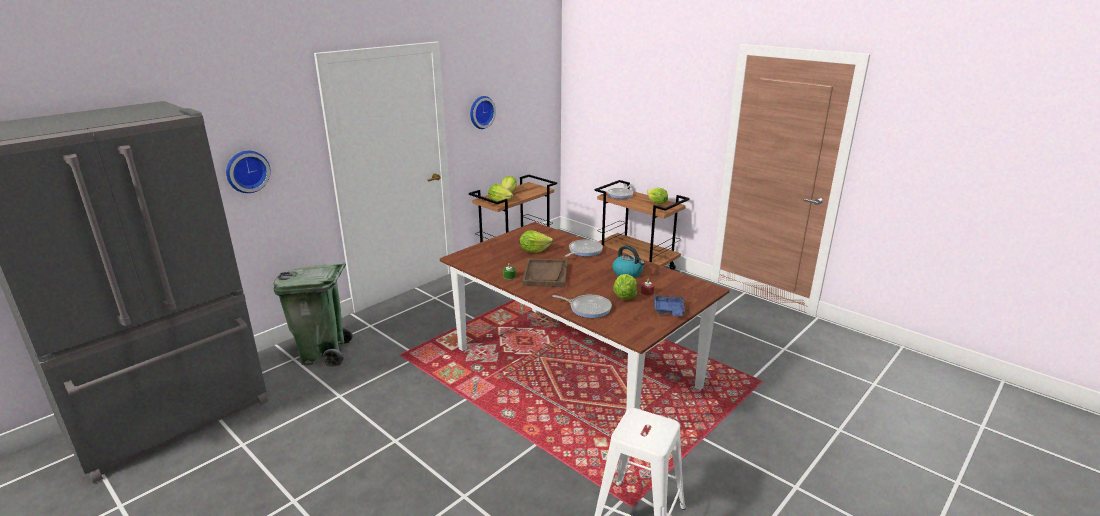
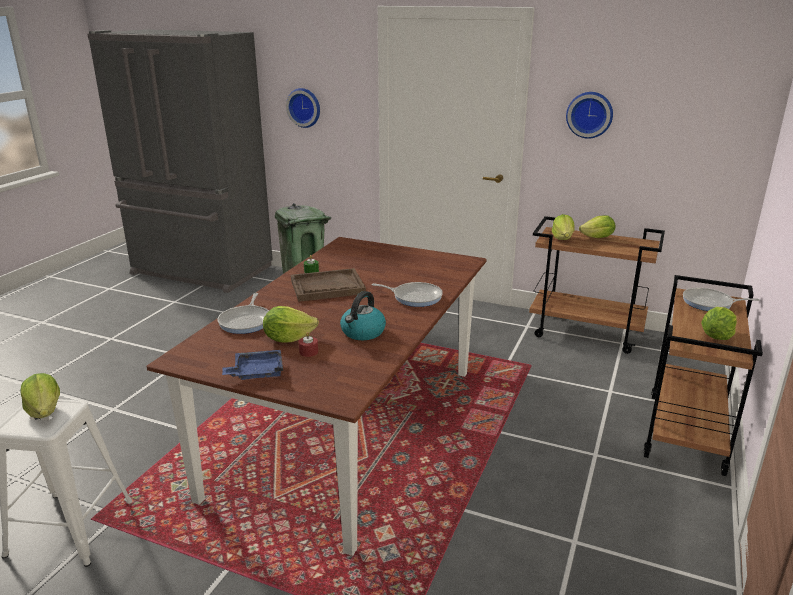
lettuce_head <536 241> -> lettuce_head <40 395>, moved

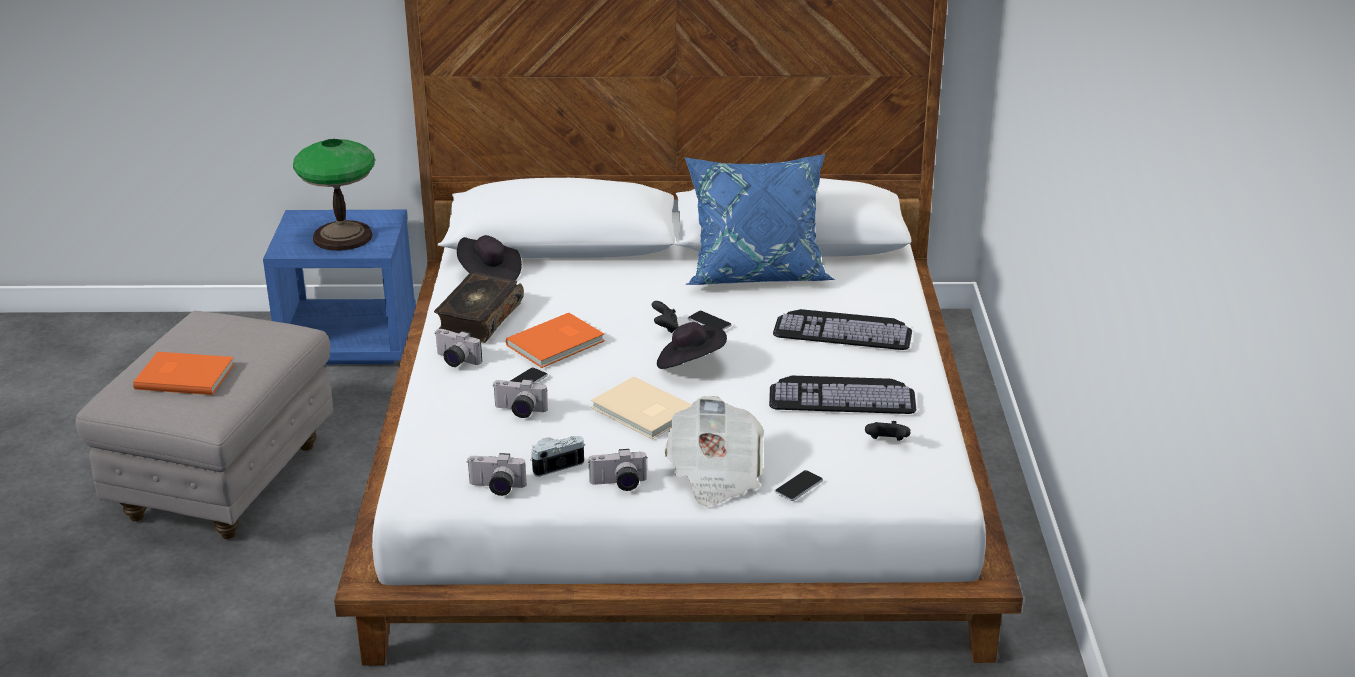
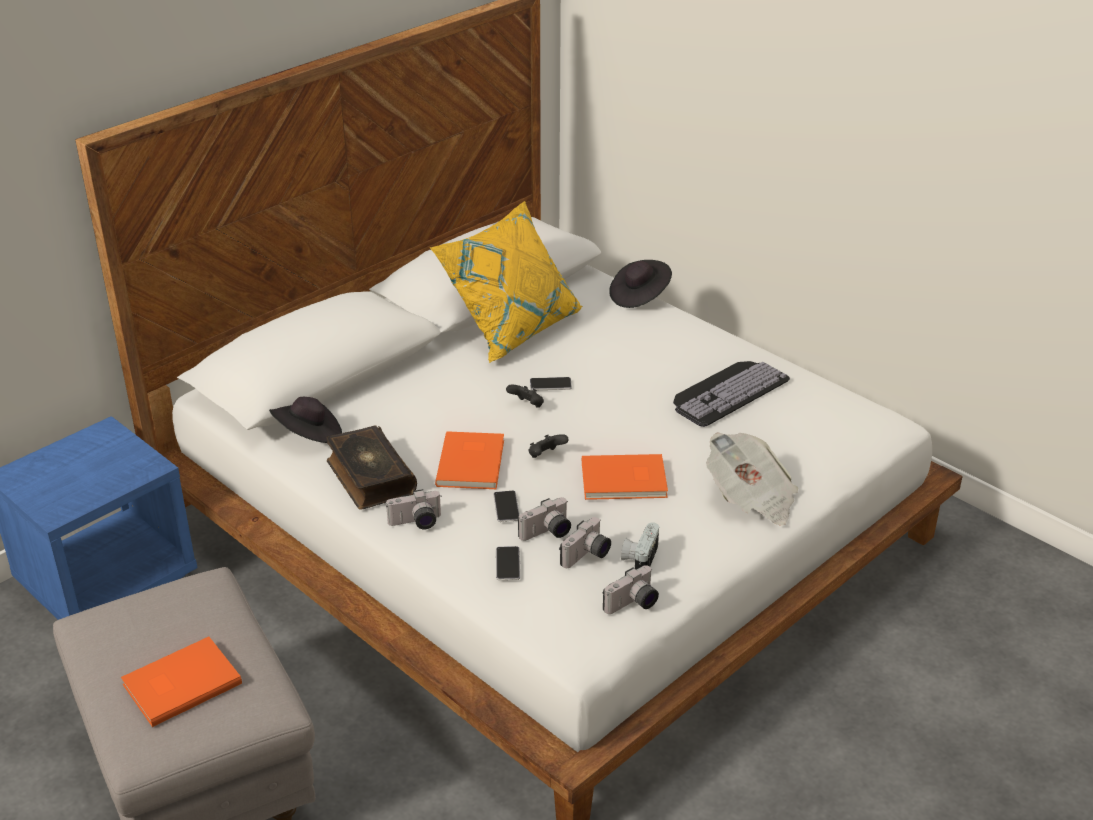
lamp_for_a_table <334 195> -> none
still_camera <618 470> -> still_camera <585 542>, moved
beige-coloured_bound_book <641 408> -> orange-coloured_bound_book <625 477>
black-coloured_hat <692 345> -> black-coloured_hat <640 284>, moved
blue_pillow <760 219> -> yellow_pillow <506 282>
keyboard <842 329> -> none
handset <799 485> -> handset <508 563>, moved
black-coloured_game_controller <888 431> -> black-coloured_game_controller <548 446>, moved

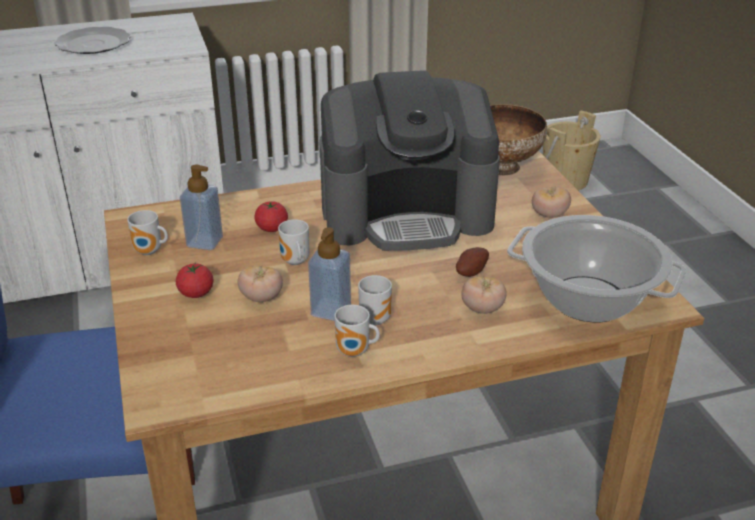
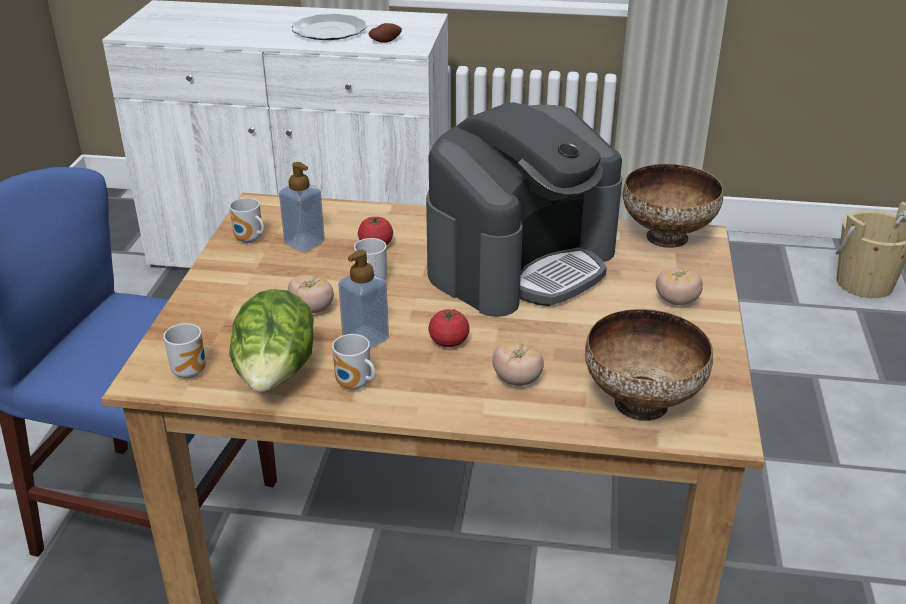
tomato <194 280> -> tomato <449 327>, moved
coffee_brewer <410 160> -> coffee_brewer <524 209>, 60 degrees counterclockwise
coffee_mug <375 300> -> coffee_mug <184 351>, moved
potato <472 262> -> potato <385 33>, moved
stockpot <596 269> -> deep_dish <649 365>
none -> lettuce_head <271 340>

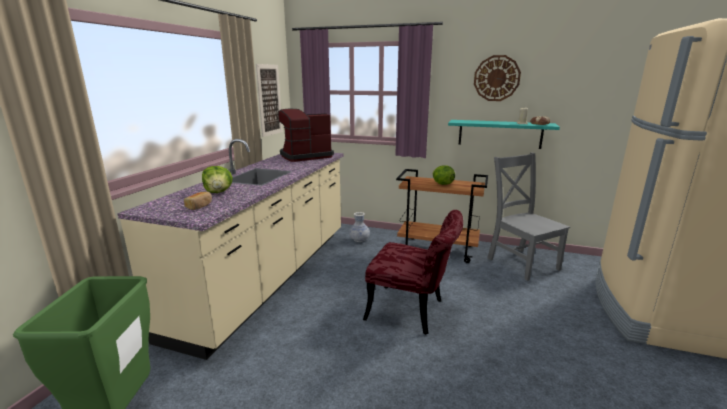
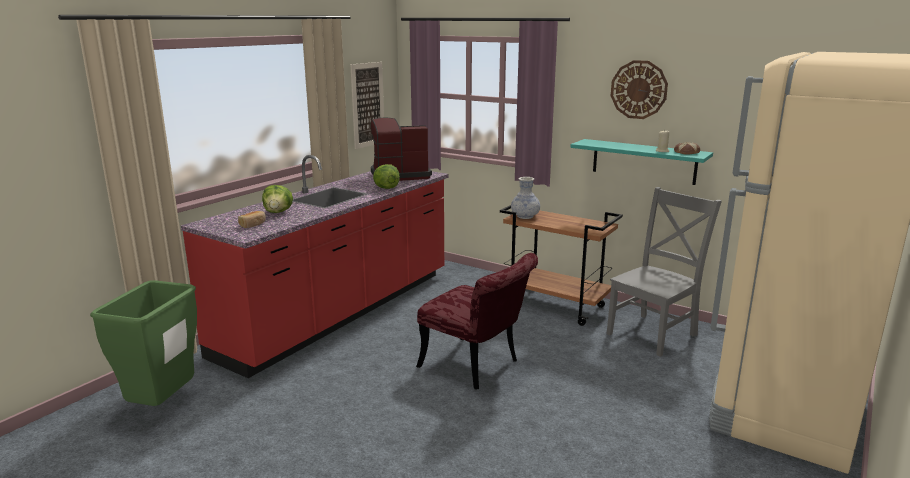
beige-coloured_kitchen_base_unit <230 249> -> reddish_kitchen_base_unit <315 266>
decorative_vase <359 227> -> decorative_vase <525 198>, moved
lettuce_head <443 175> -> lettuce_head <386 176>, moved
gray_plain_chair <528 216> -> gray_plain_chair <664 272>, 60 degrees clockwise

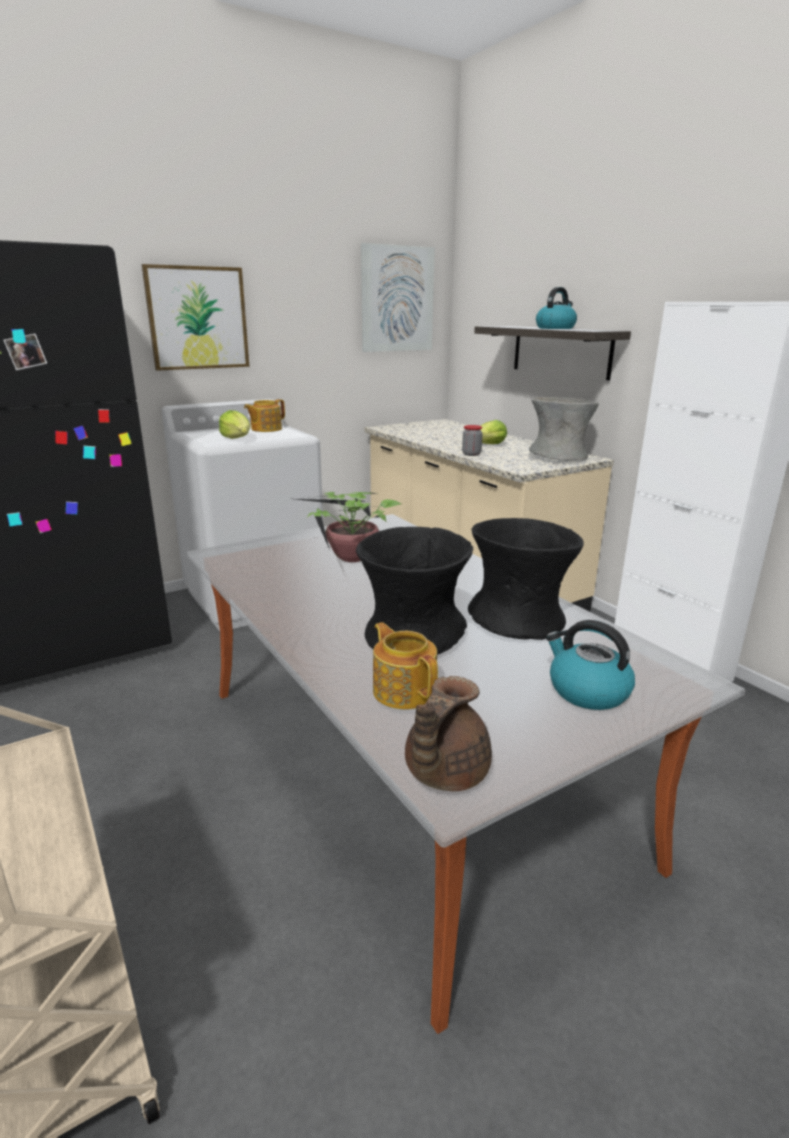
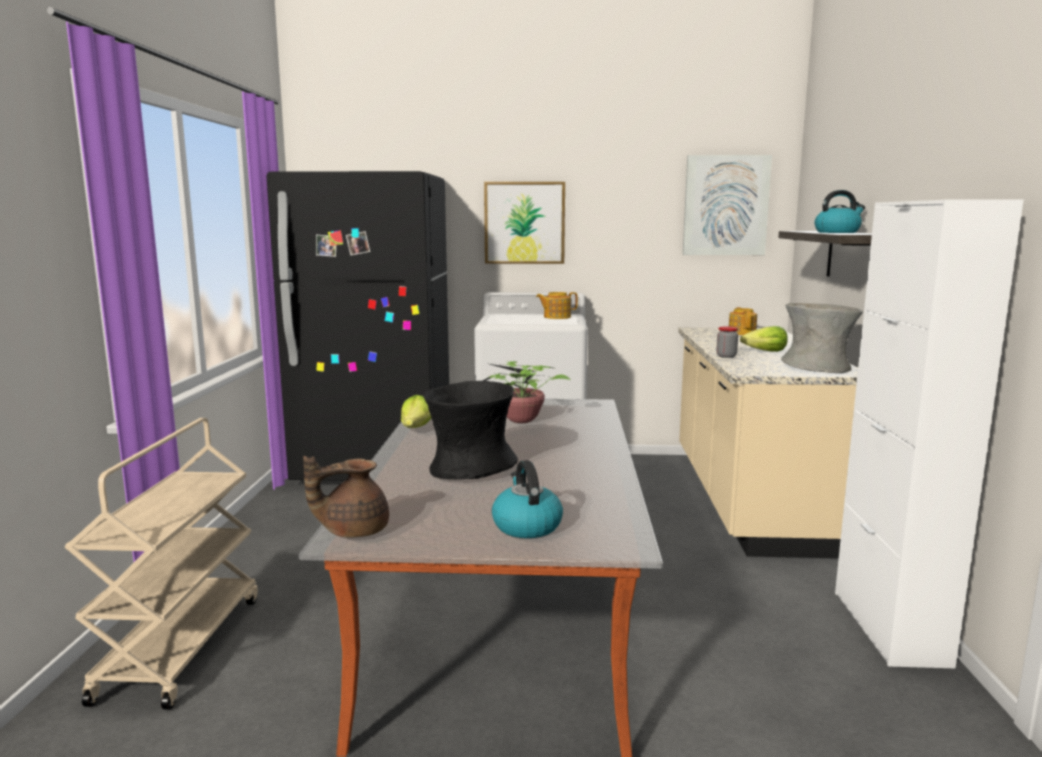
lettuce_head <234 424> -> lettuce_head <416 411>, moved
pot_for_tea <405 665> -> pot_for_tea <743 321>, moved
black-coloured_decorative_vase <526 579> -> none

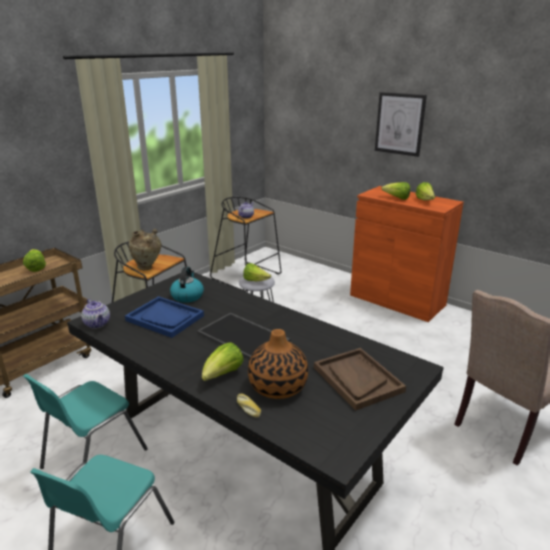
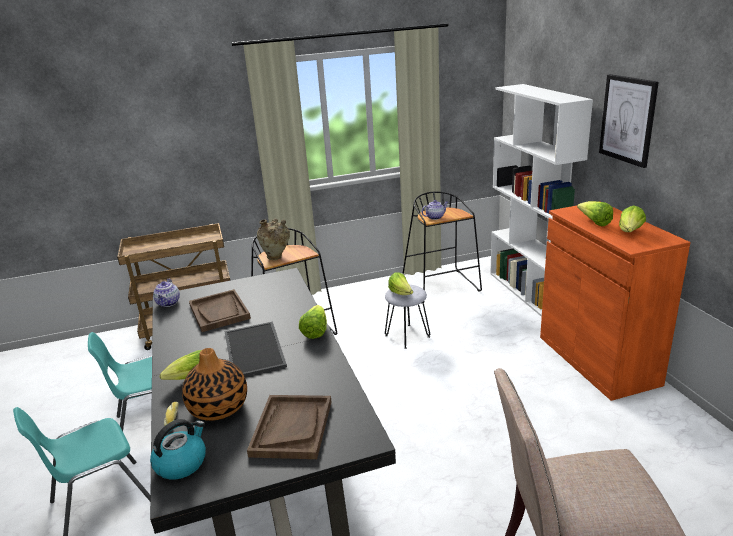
lettuce_head <34 260> -> lettuce_head <313 322>, moved
blue_serving_tray <164 317> -> brown_serving_tray <220 310>
water_kettle <187 285> -> water_kettle <178 449>, moved
none -> white_bookcase <541 200>

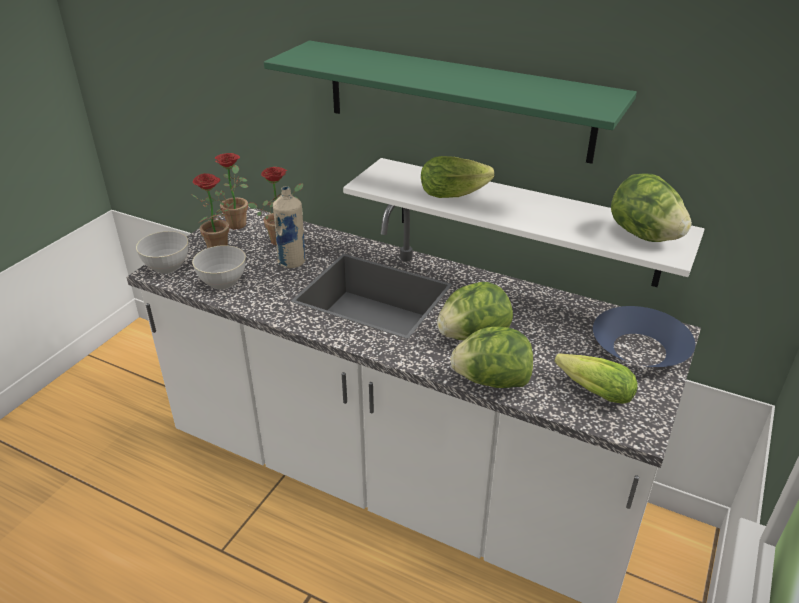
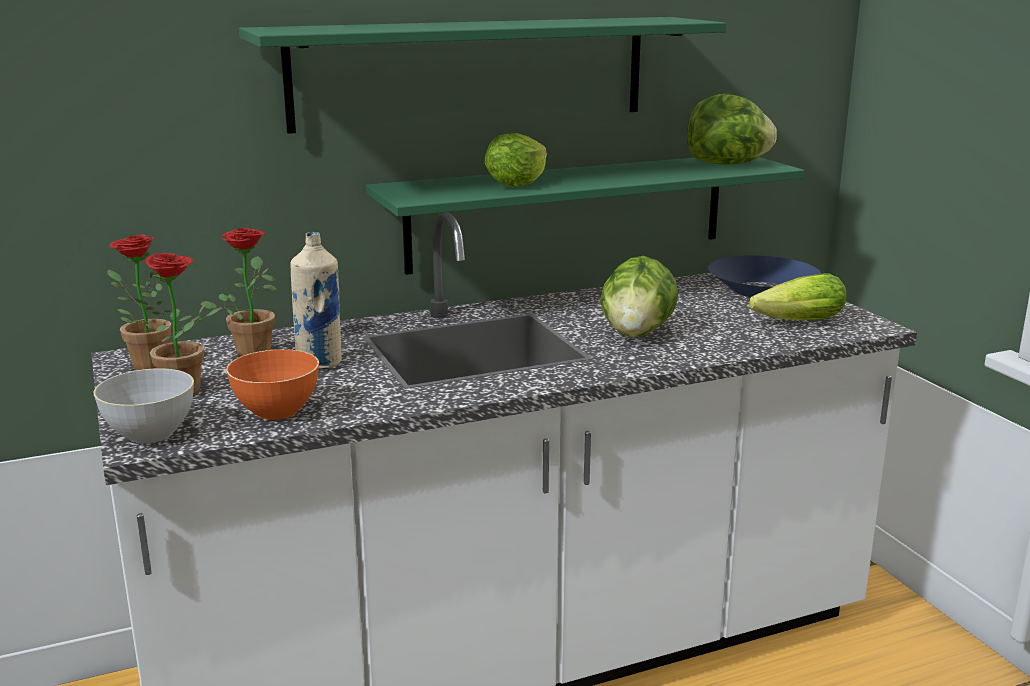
gray_deep_dish <219 267> -> orange-coloured_deep_dish <272 384>
white_shelf <524 222> -> greenish_shelf <585 216>
lettuce_head <491 357> -> none

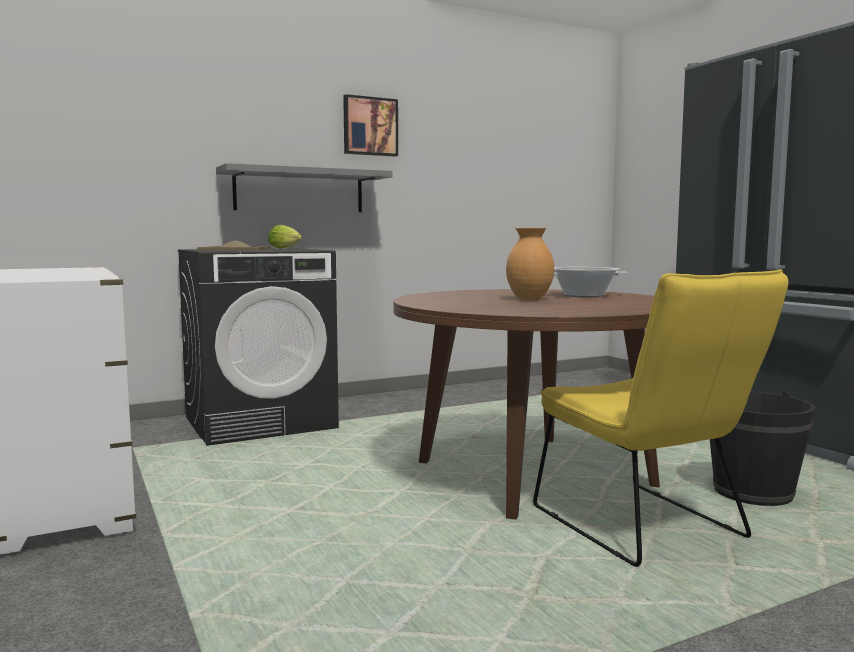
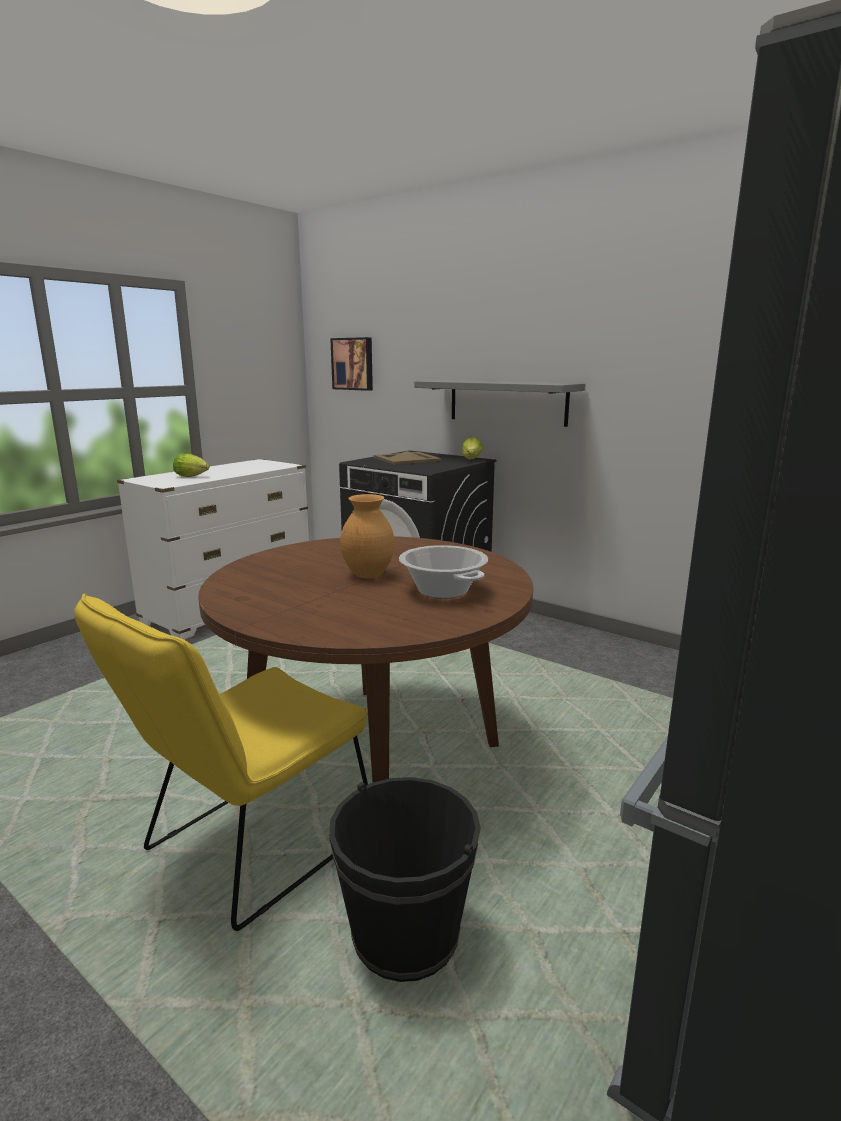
wall_art <370 125> -> wall_art <351 364>, moved
none -> lettuce_head <191 465>

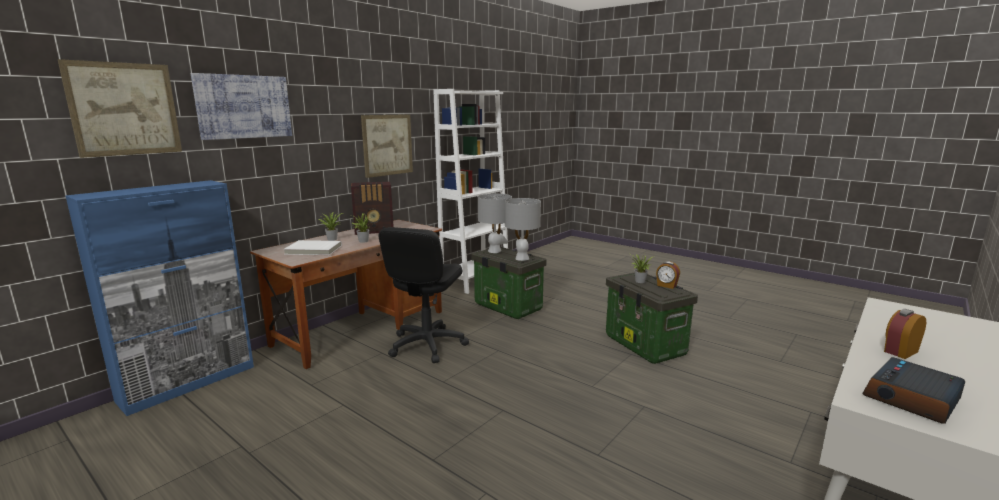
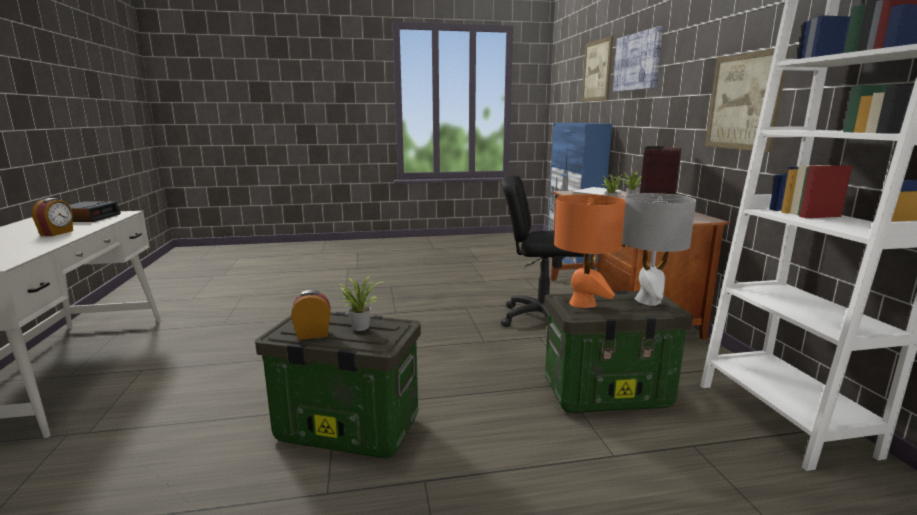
black-coloured_computer_chair <423 295> -> black-coloured_computer_chair <542 251>, 45 degrees counterclockwise
gray_lamp_for_a_table <523 229> -> orange-coloured_lamp_for_a_table <590 251>

